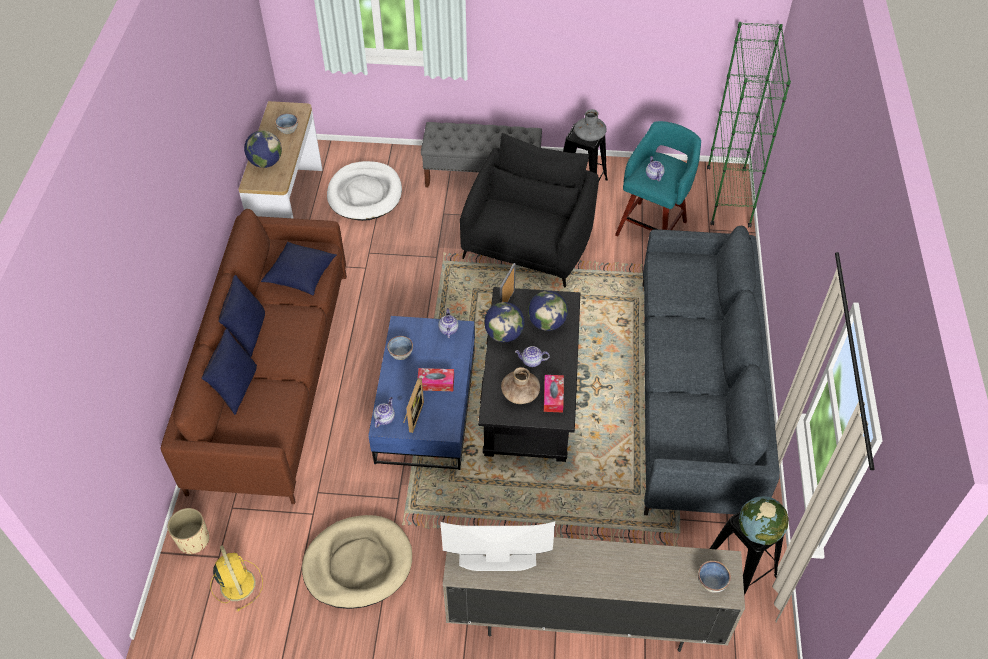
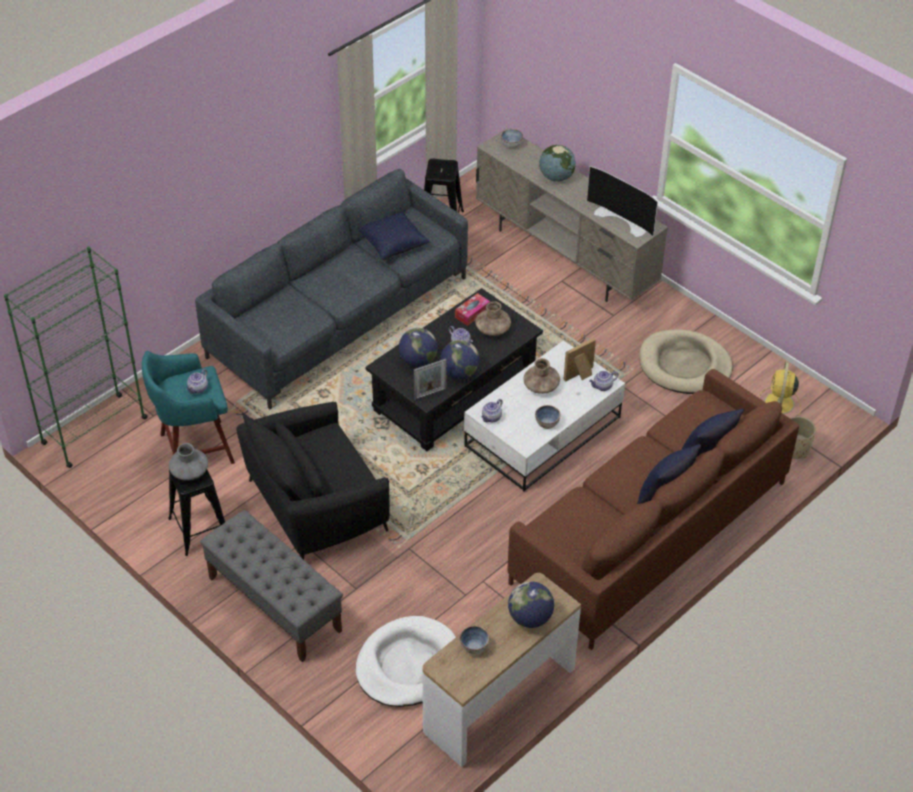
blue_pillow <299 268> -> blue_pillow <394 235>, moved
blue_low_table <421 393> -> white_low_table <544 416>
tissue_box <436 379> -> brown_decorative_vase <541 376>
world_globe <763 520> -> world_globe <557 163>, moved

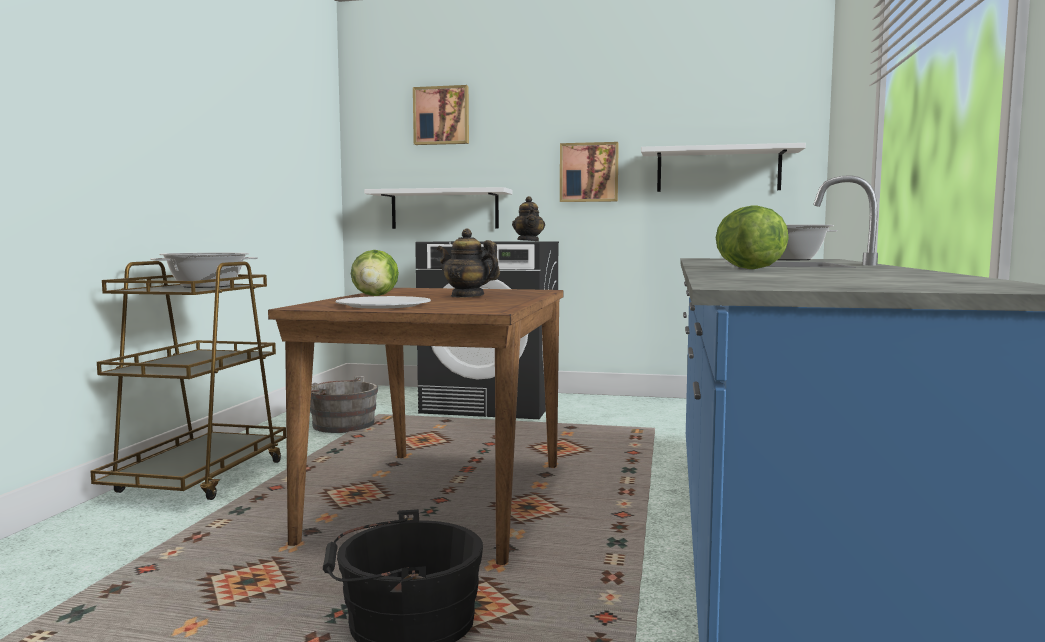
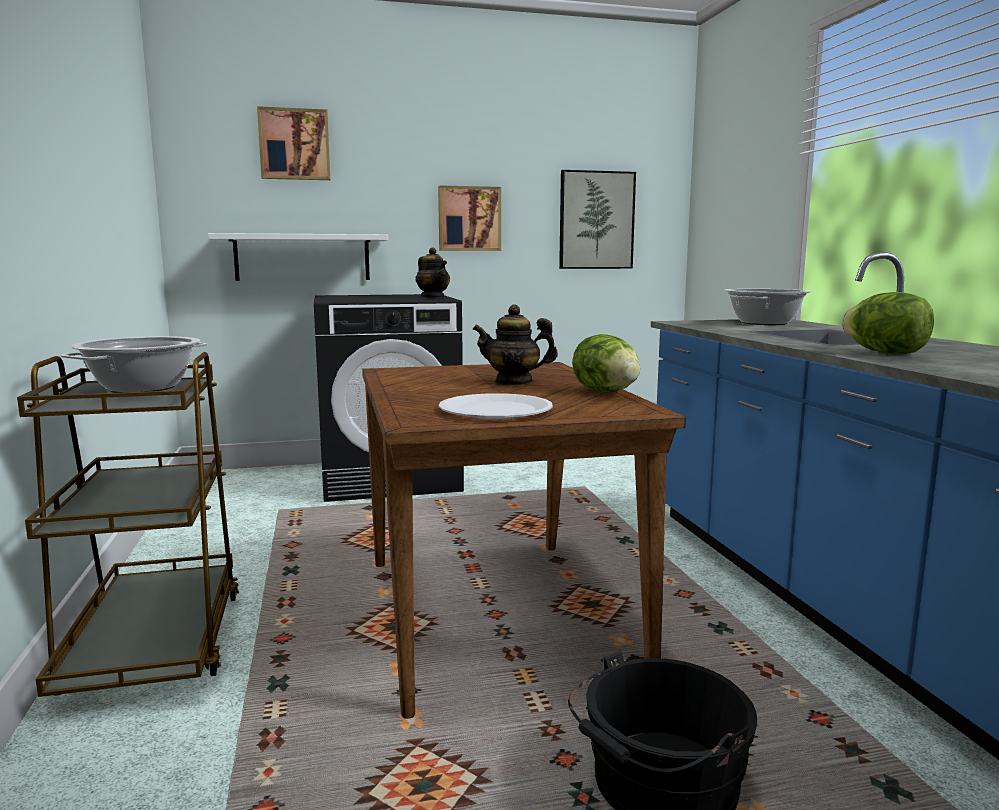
gray_bucket <344 404> -> none
lettuce_head <375 273> -> lettuce_head <606 363>, moved
white_shelf <723 167> -> wall_art <597 219>

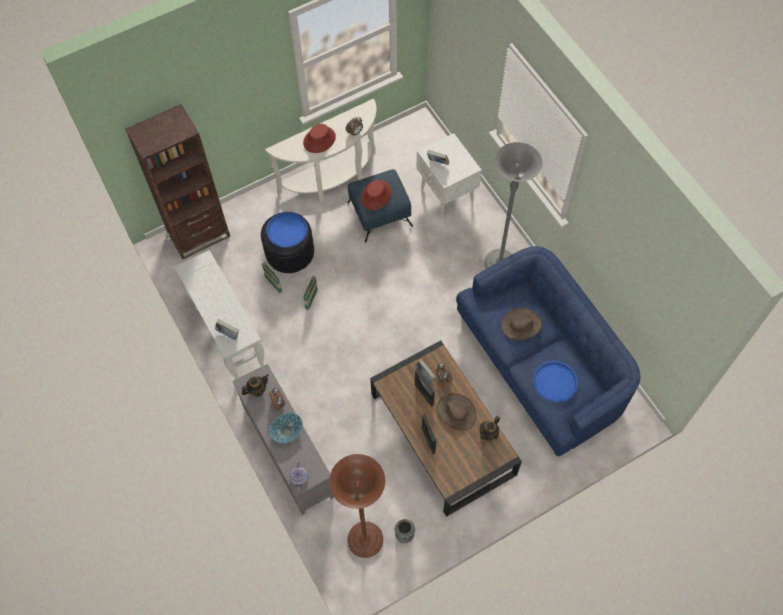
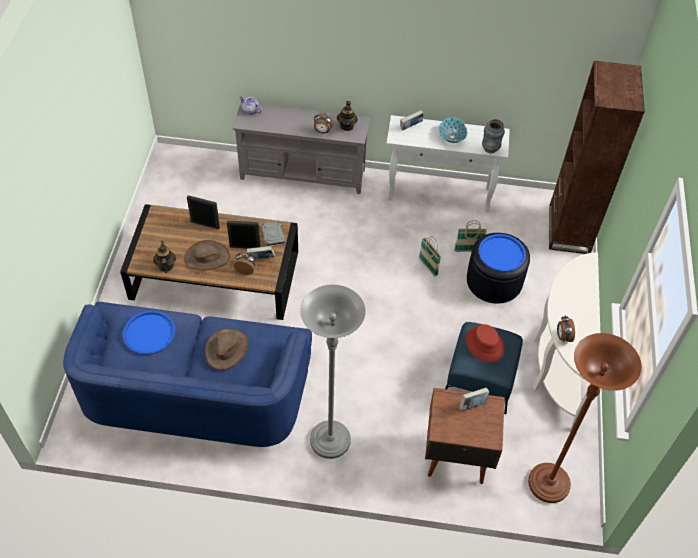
deep_dish <286 427> -> deep_dish <453 130>, moved
reddish_hat <319 138> -> none
brown_standing_lamp <357 506> -> brown_standing_lamp <585 418>, moved
decorative_vase <405 531> -> decorative_vase <493 136>, moved
white_night_table <449 175> -> brown_night_table <465 436>
none -> gray_bound_book <273 234>

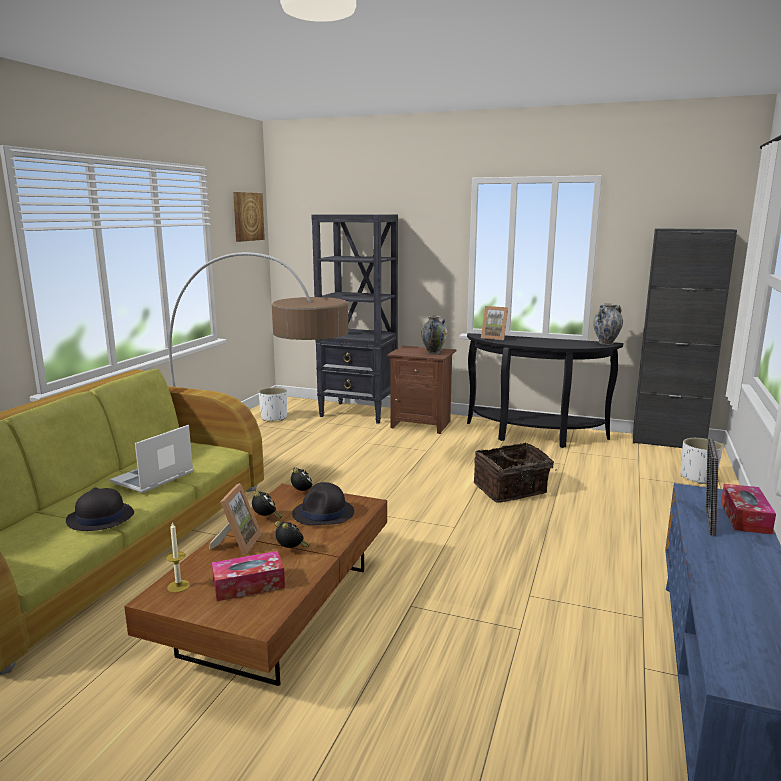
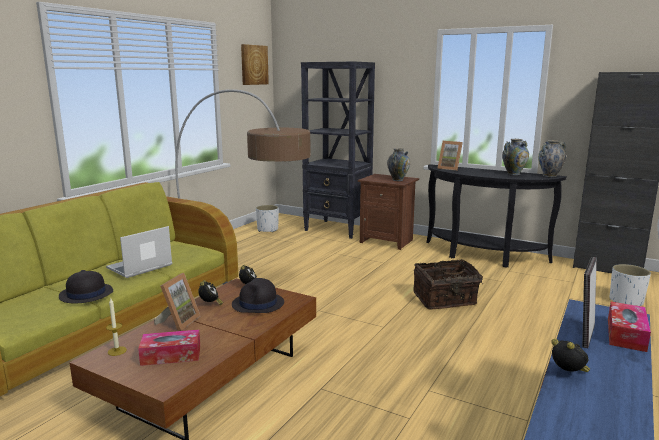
bedside_clock <292 534> -> bedside_clock <570 355>, moved
none -> decorative_vase <515 157>

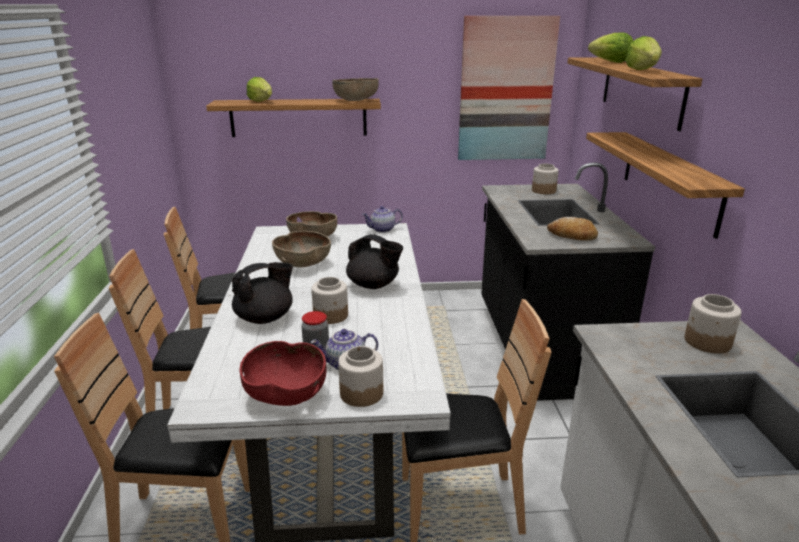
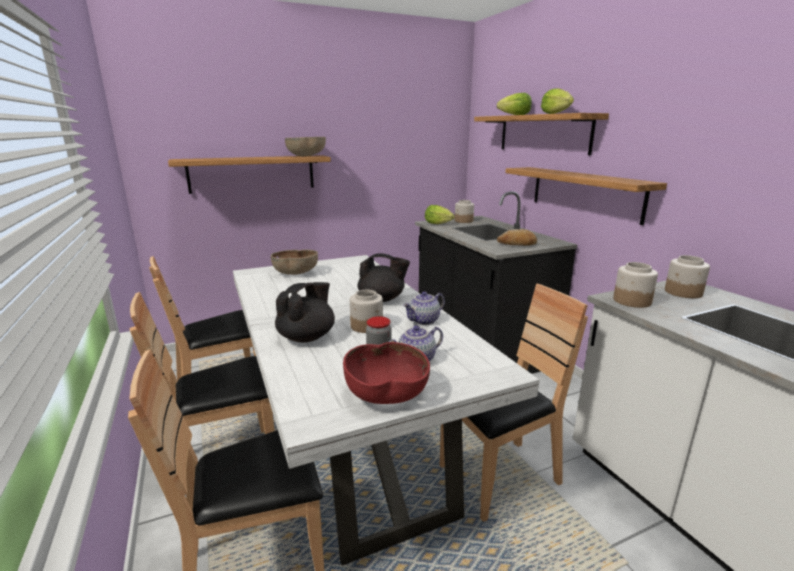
lettuce_head <259 89> -> lettuce_head <440 214>, moved
brown_deep_dish <301 249> -> none
storage_jar <360 376> -> storage_jar <635 285>, moved
pot_for_tea <382 219> -> pot_for_tea <424 308>, moved
wall_art <509 88> -> none

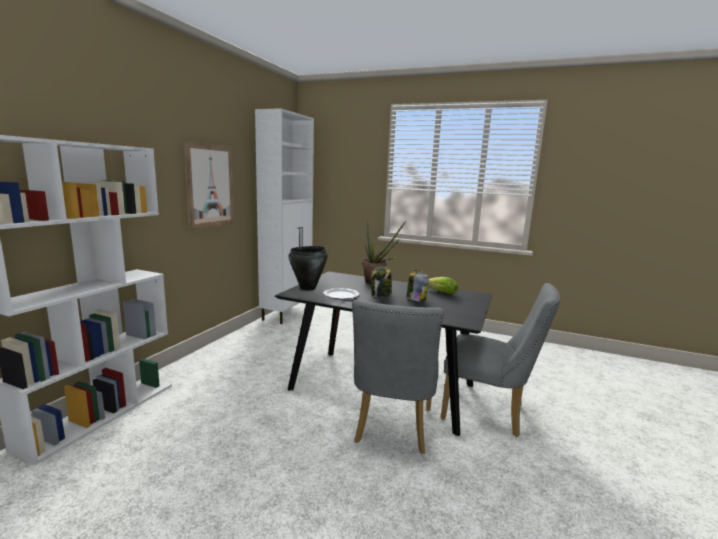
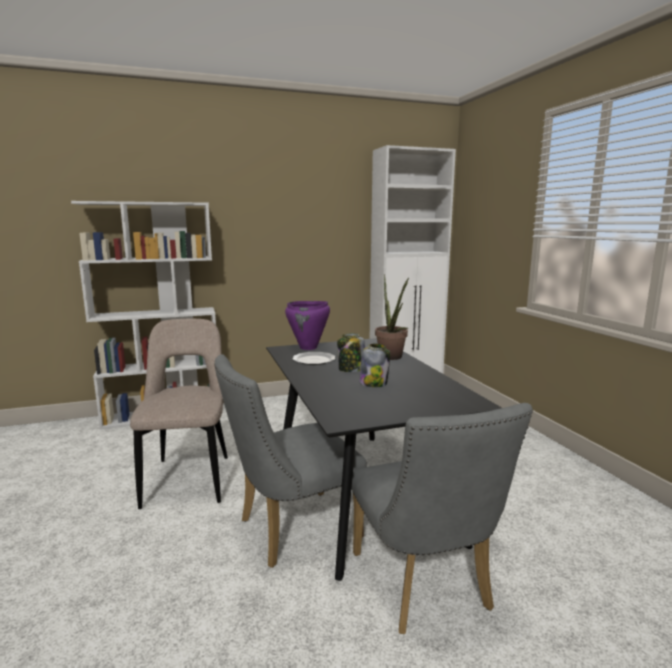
wall_art <209 185> -> none
black-coloured_stockpot <308 268> -> purple-coloured_stockpot <307 325>
lettuce_head <443 285> -> none
none -> beige-coloured_plain_chair <179 414>

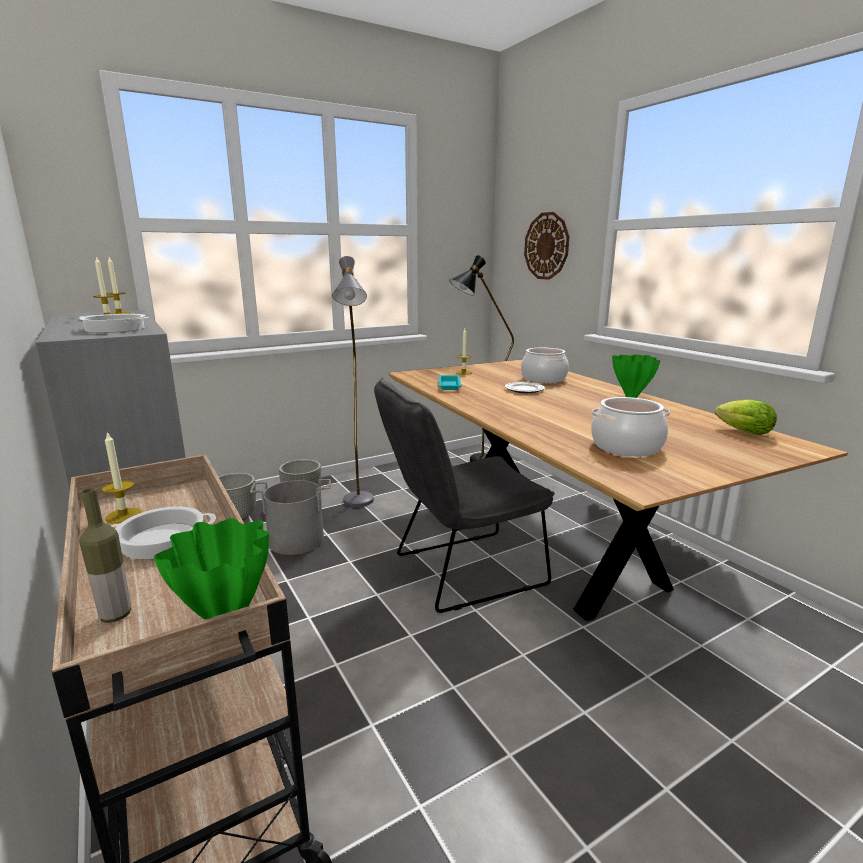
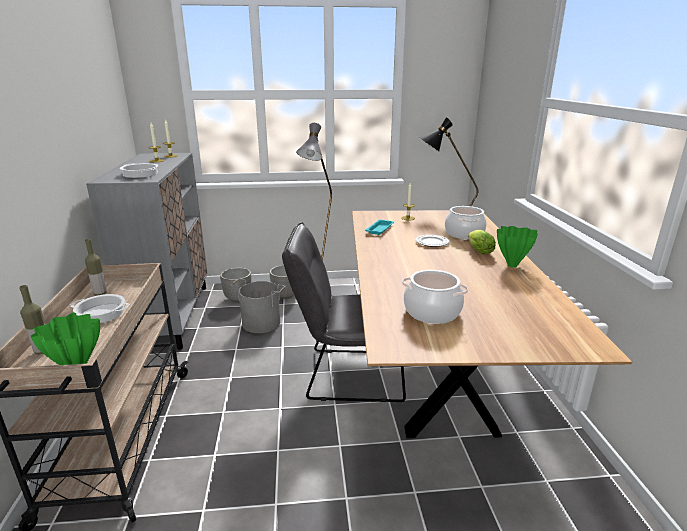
wax_light <122 477> -> bottle <96 267>
hanging_clock <546 246> -> none
lettuce_head <746 417> -> lettuce_head <482 242>, moved

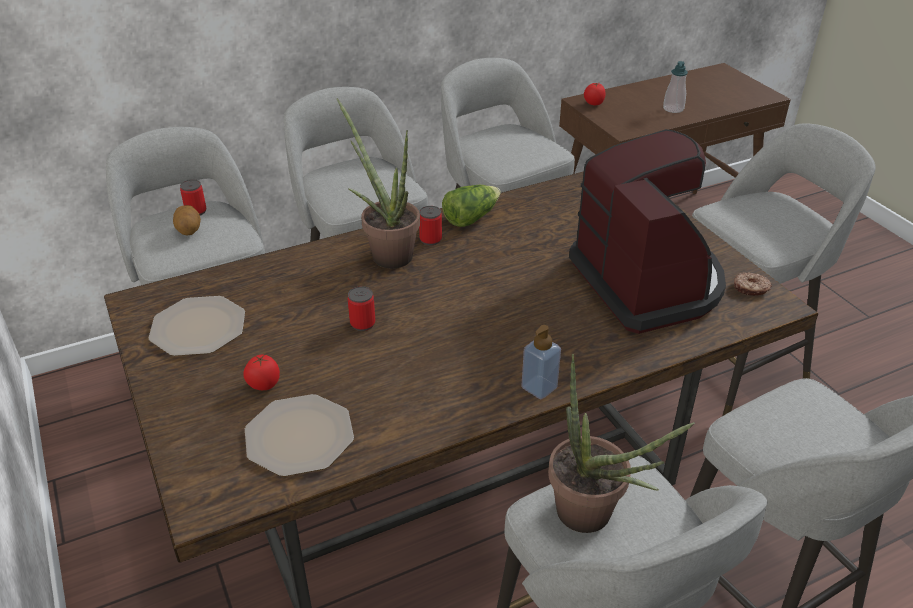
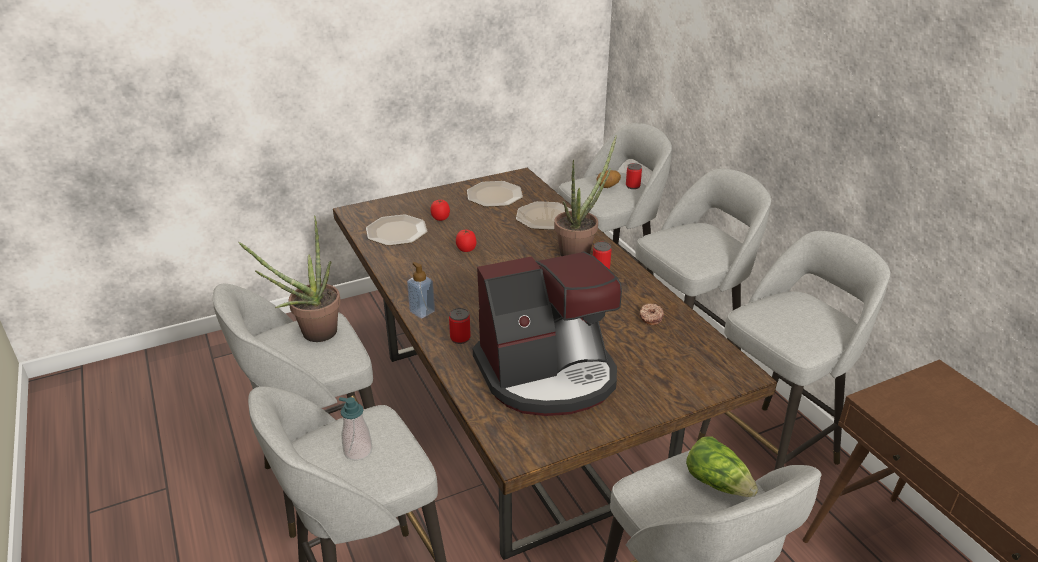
metal_can <361 308> -> metal_can <460 326>, moved
lettuce_head <471 206> -> lettuce_head <722 466>, moved
tomato <595 94> -> tomato <466 241>, moved
soap_bottle <675 87> -> soap_bottle <356 429>, moved
doughnut <753 284> -> doughnut <651 314>, moved
none -> flat_dish <544 215>

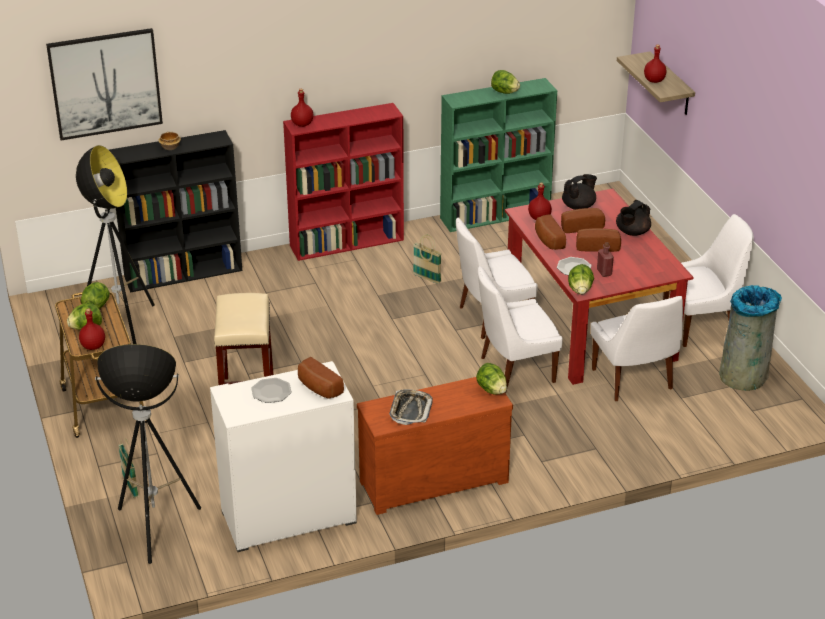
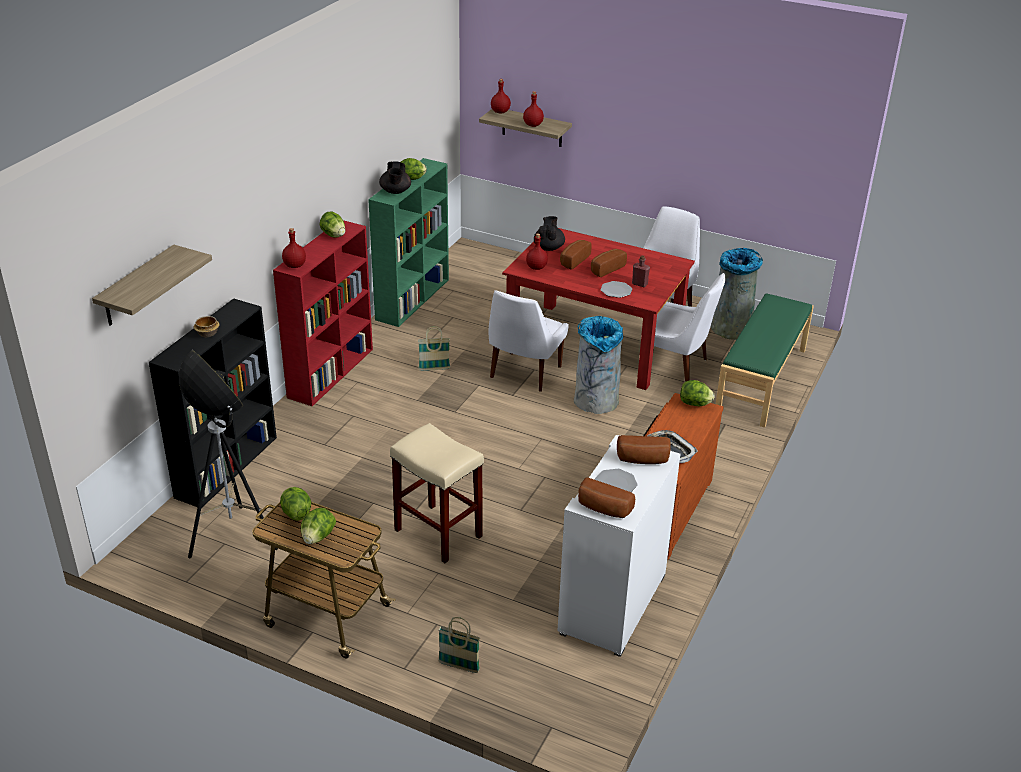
wall_art <104 84> -> shelf <152 285>
reddish_bottle <92 329> -> reddish_bottle <501 96>, moved
standing_lamp <148 454> -> none
white_plain_chair <520 329> -> gray_waste_bin <598 365>
bakery_bread <550 232> -> bakery_bread <606 498>, moved
lettuce_head <581 279> -> lettuce_head <332 225>, moved
black-coloured_pot_for_tea <633 218> -> black-coloured_pot_for_tea <395 177>, moved
none -> greenish_bench <765 360>

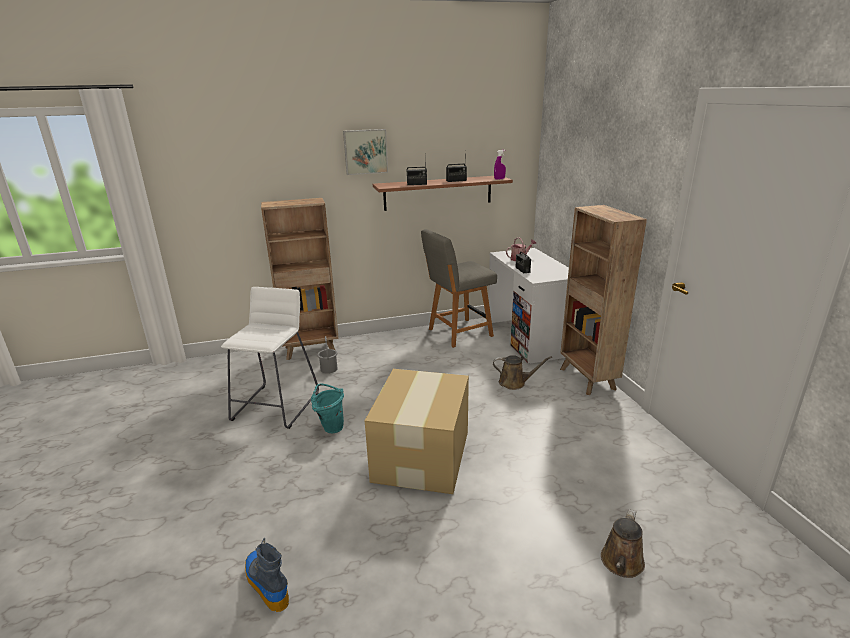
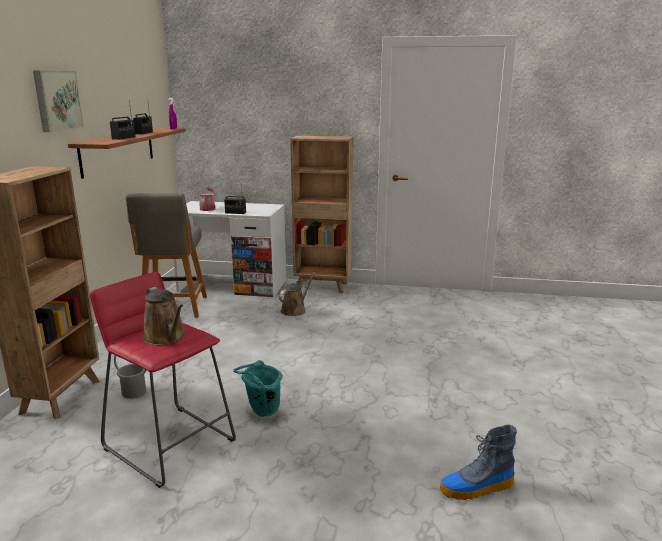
white_sitting_stool <270 358> -> reddish_sitting_stool <163 380>
carton <417 431> -> none
brown_sprinkling_can <623 543> -> brown_sprinkling_can <164 316>, moved

